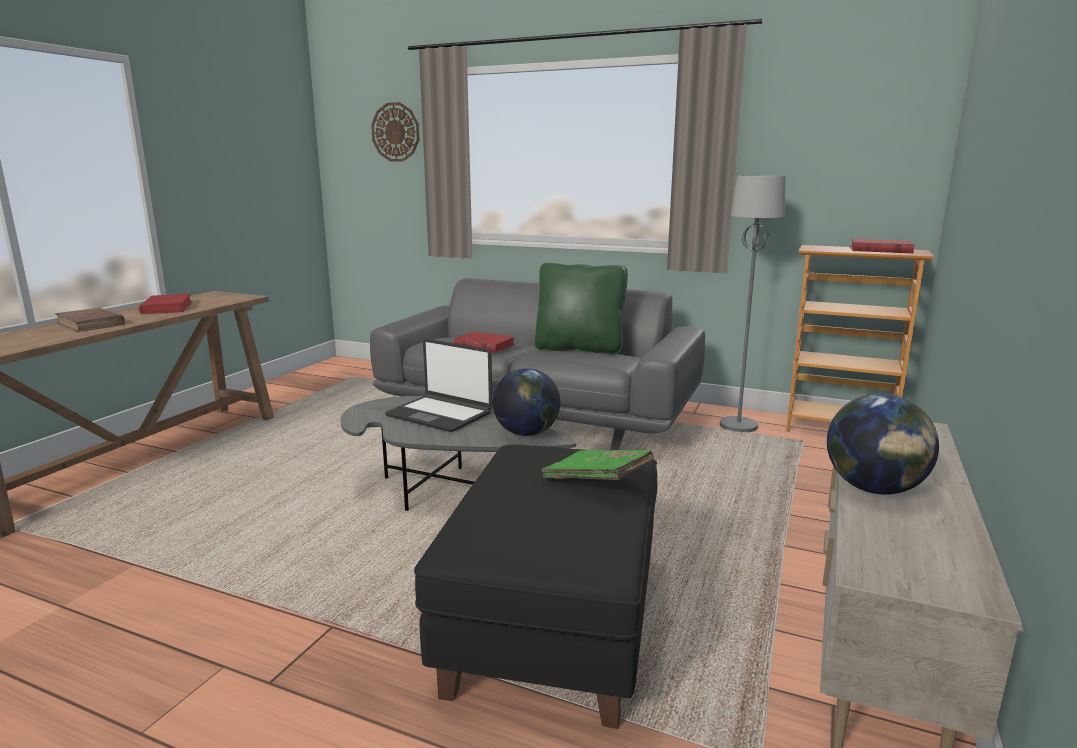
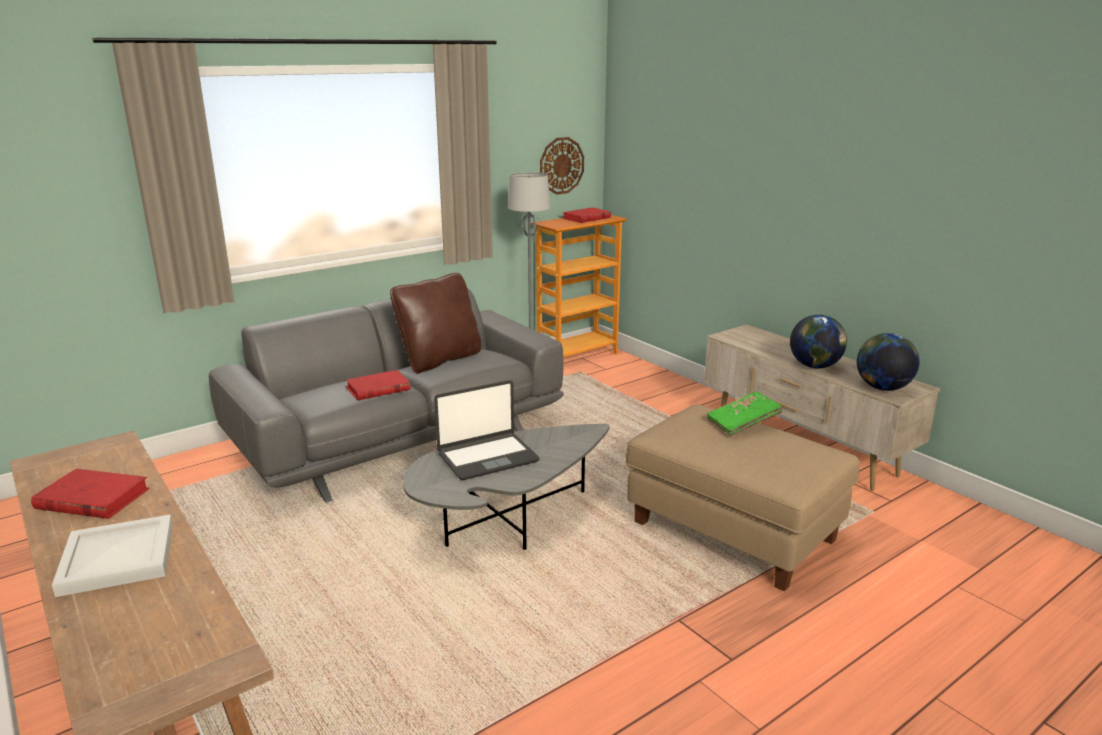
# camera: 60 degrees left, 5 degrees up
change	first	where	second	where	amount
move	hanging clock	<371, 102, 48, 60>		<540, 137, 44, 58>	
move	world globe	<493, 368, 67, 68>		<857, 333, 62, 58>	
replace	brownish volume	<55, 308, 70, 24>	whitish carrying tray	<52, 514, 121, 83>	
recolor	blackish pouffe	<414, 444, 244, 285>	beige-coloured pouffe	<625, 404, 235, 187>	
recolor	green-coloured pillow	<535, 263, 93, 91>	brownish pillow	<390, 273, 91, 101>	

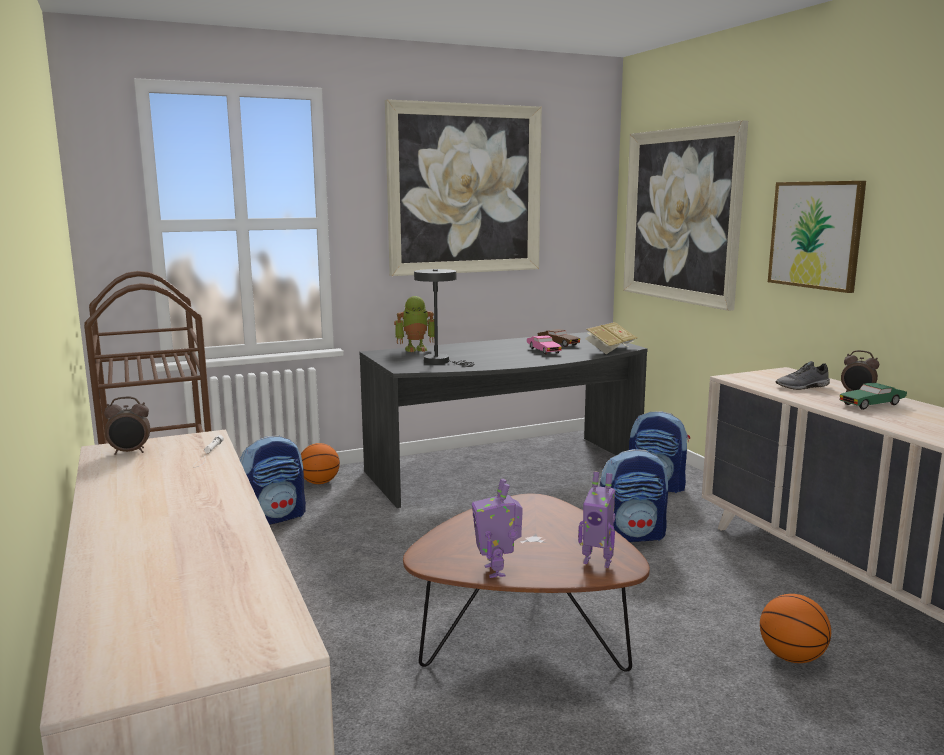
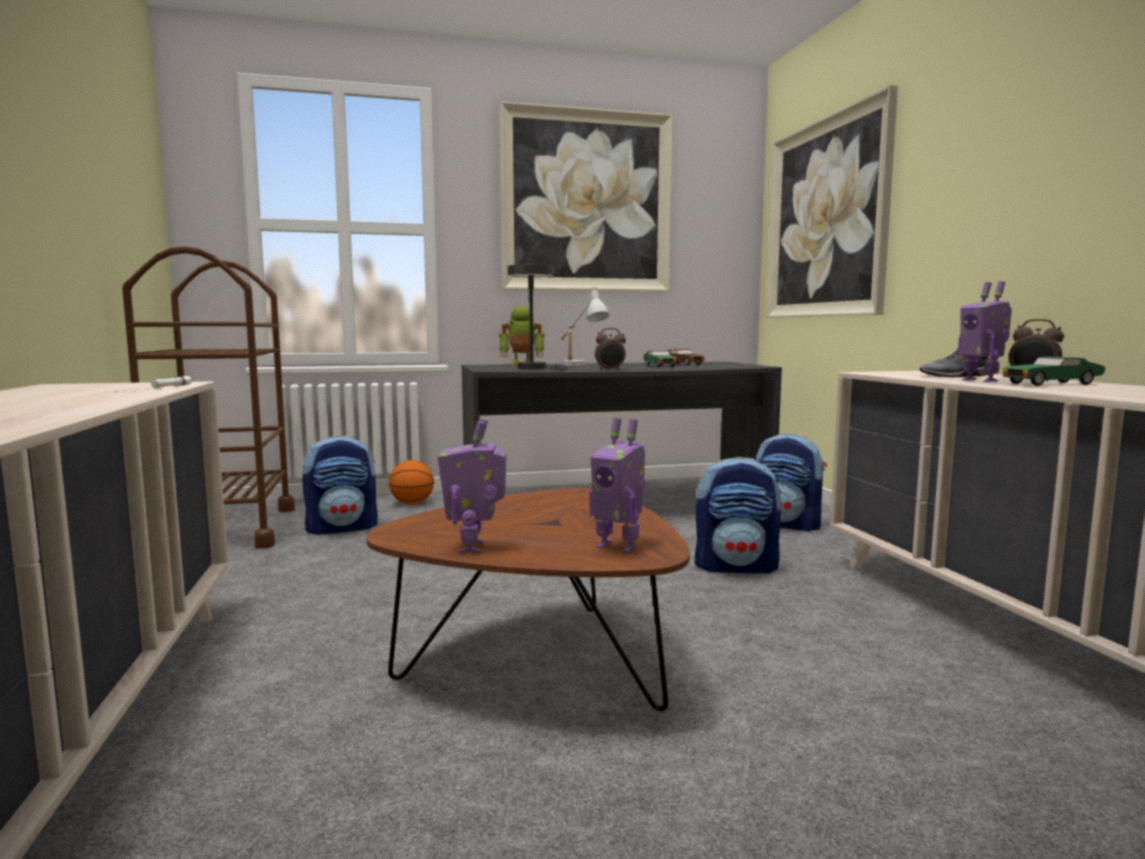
# camera: 10 degrees right, 5 degrees down
change	first	where	second	where	amount
delete	volume	<585, 322, 52, 32>			
delete	basketball ball	<760, 594, 71, 69>			
delete	picture	<768, 181, 98, 112>			
insert			whitish tabletop lamp	<561, 287, 49, 79>	
insert			robot figure	<958, 281, 54, 101>	
move	table clock	<104, 397, 46, 58>		<595, 328, 31, 43>	
recolor	pink-coloured toy car	<527, 336, 35, 19>	green-coloured toy car	<643, 350, 34, 18>	

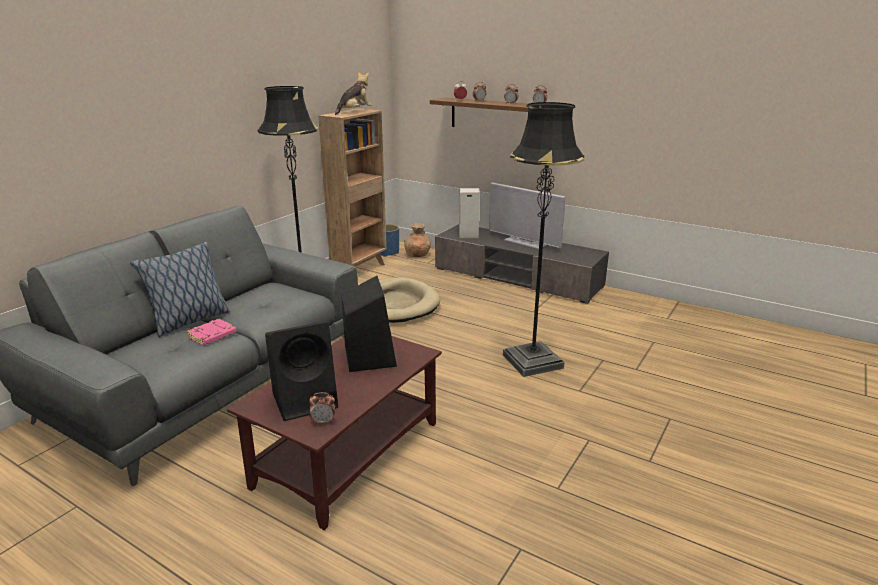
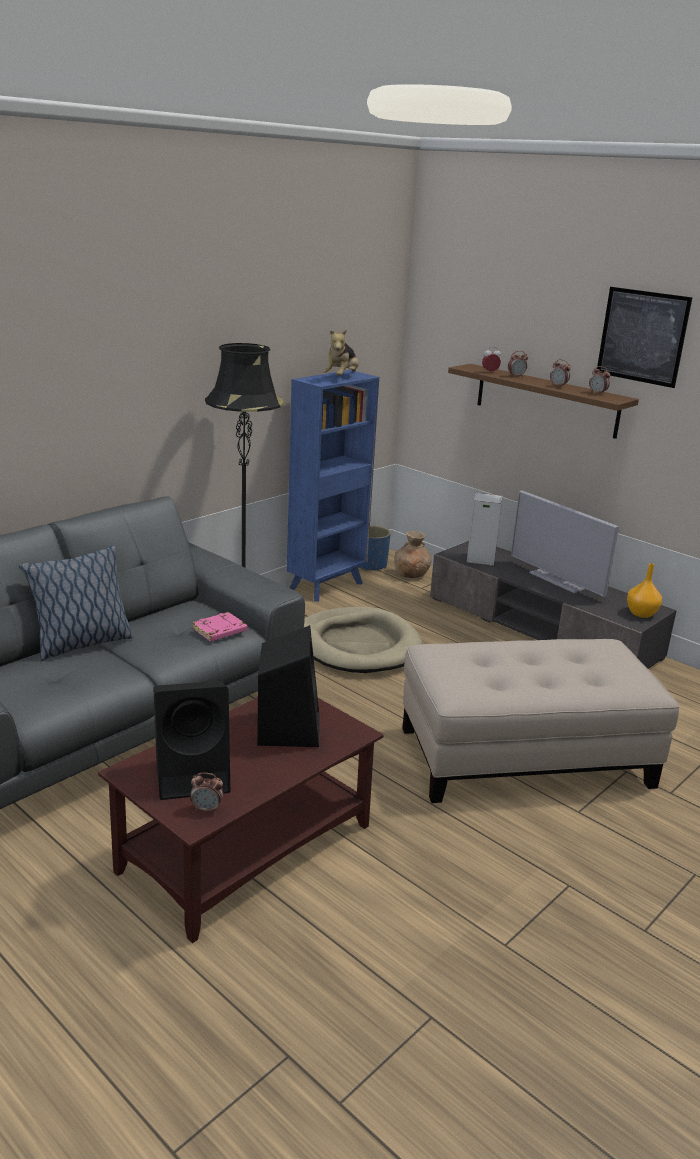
# camera: 10 degrees right, 0 degrees up
change	first	where	second	where	amount
insert			picture	<597, 287, 96, 101>	
insert			orangey decorative vase	<627, 563, 35, 55>	
move	pink-coloured volume	<186, 319, 51, 26>		<192, 612, 55, 29>	
replace	blackish standing lamp	<503, 102, 81, 275>	beige-coloured pouffe	<402, 639, 278, 164>	
recolor	brownish bookcase	<318, 108, 69, 160>	blue bookcase	<287, 370, 92, 232>	
rotate	soft toy	<335, 72, 37, 43>		<322, 329, 37, 47>	150 degrees clockwise

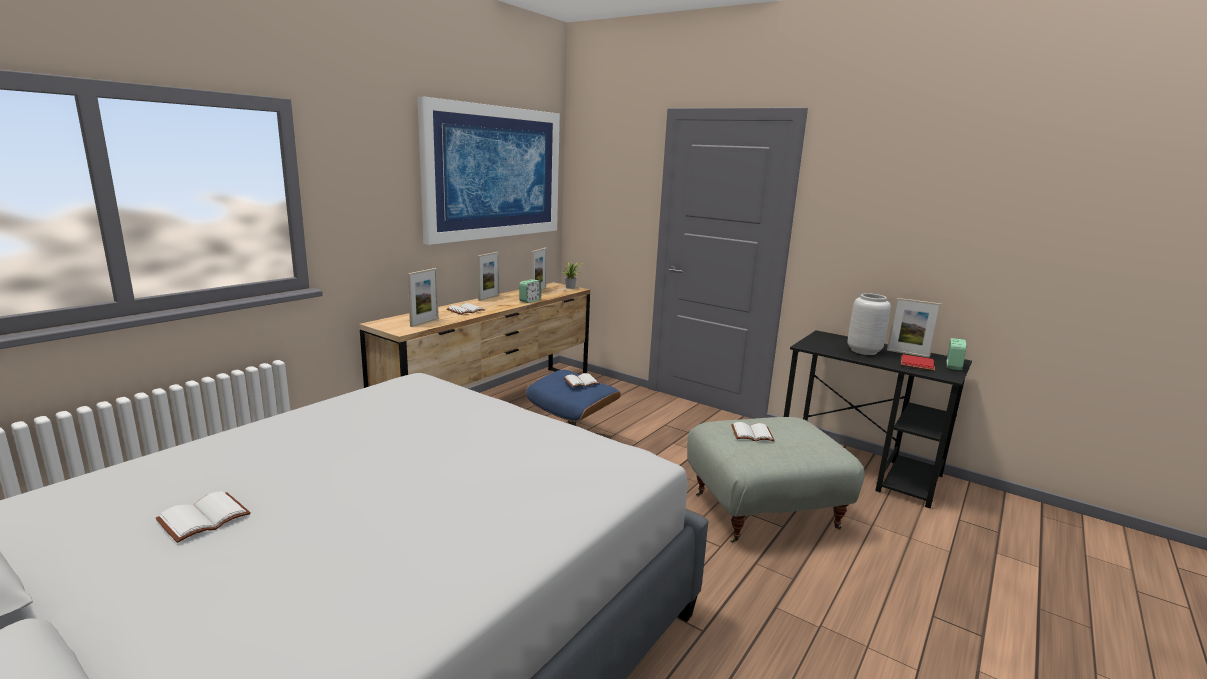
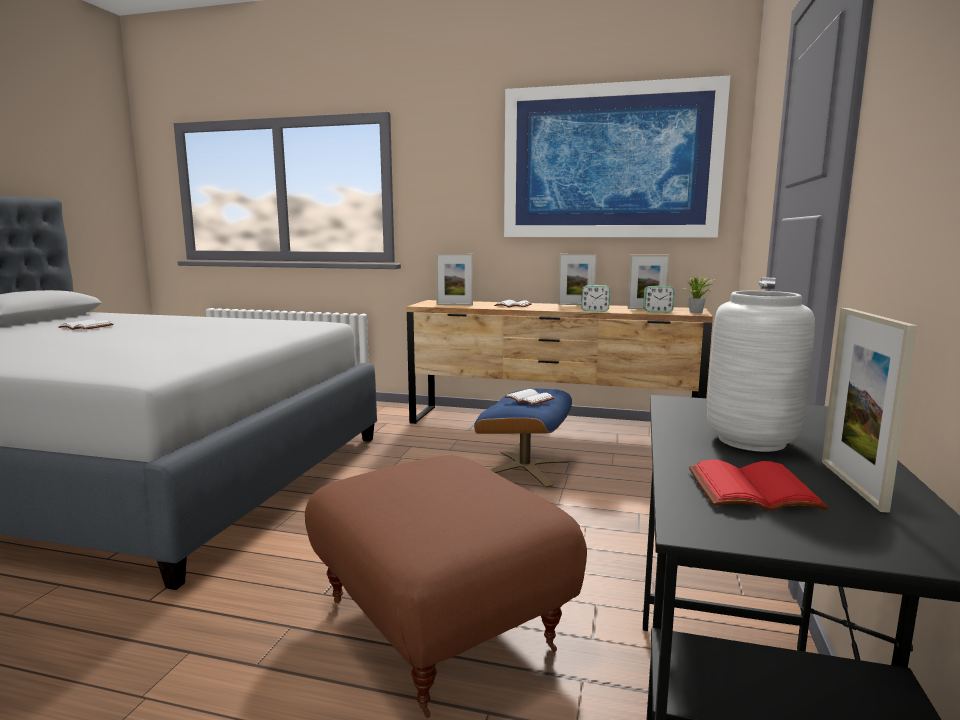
# camera: 70 degrees right, 5 degrees down
change	first	where	second	where	amount
delete	whitish volume	<731, 422, 44, 19>			
move	table clock	<946, 338, 21, 32>		<643, 286, 32, 27>	
recolor	greyish pouffe	<687, 417, 178, 126>	brownish pouffe	<305, 455, 282, 263>	

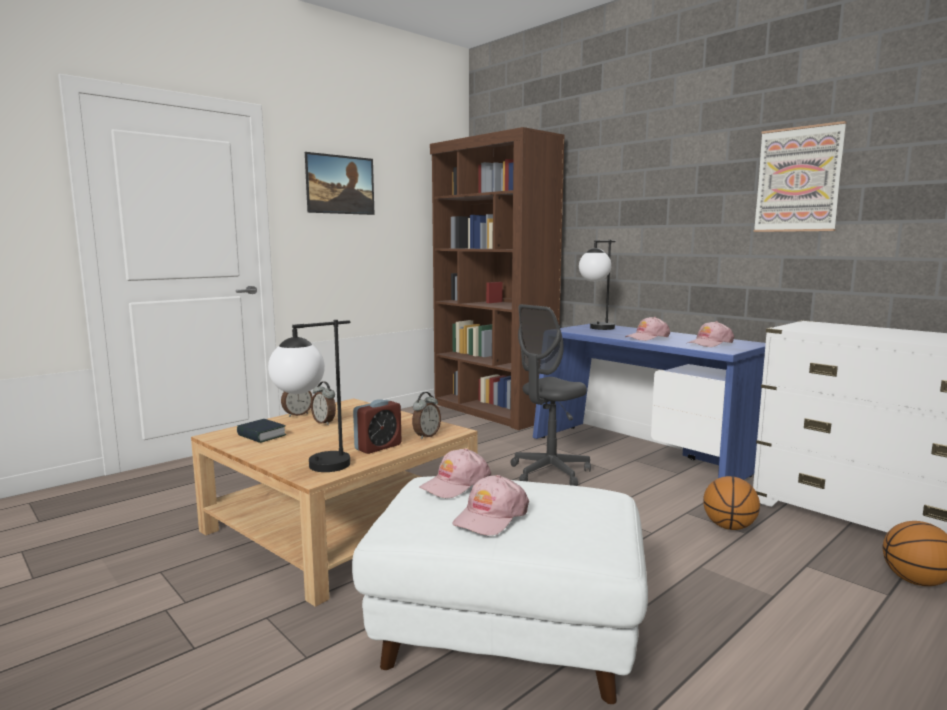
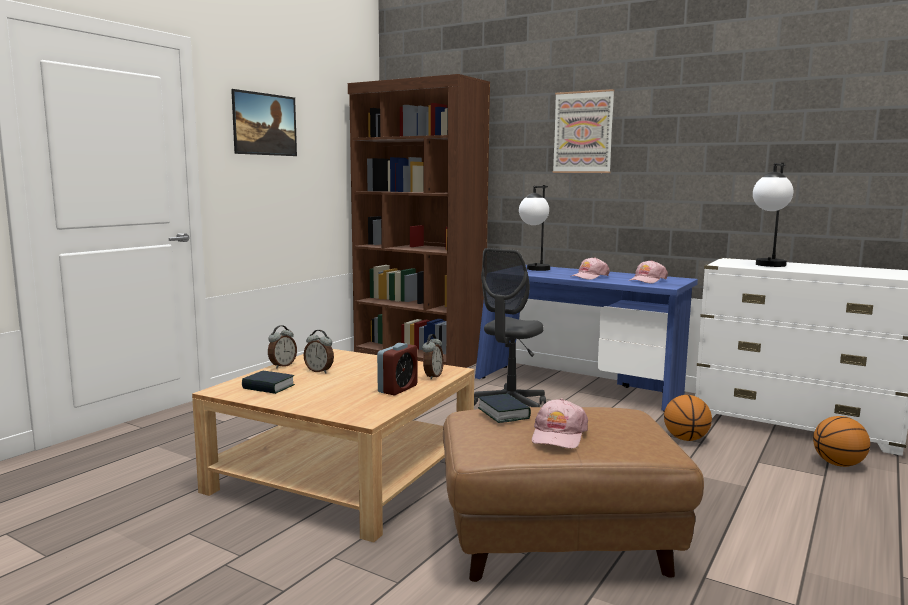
# camera: 15 degrees left, 0 degrees up
change	first	where	second	where	amount
move	tabletop lamp	<268, 320, 82, 152>		<753, 163, 40, 104>	
move	picture	<753, 121, 93, 111>		<553, 89, 61, 84>	
replace	pink-coloured baseball cap	<419, 448, 72, 50>	volume	<478, 393, 53, 30>	
recolor	whitish pouffe	<352, 476, 296, 228>	brownish pouffe	<443, 407, 261, 175>	

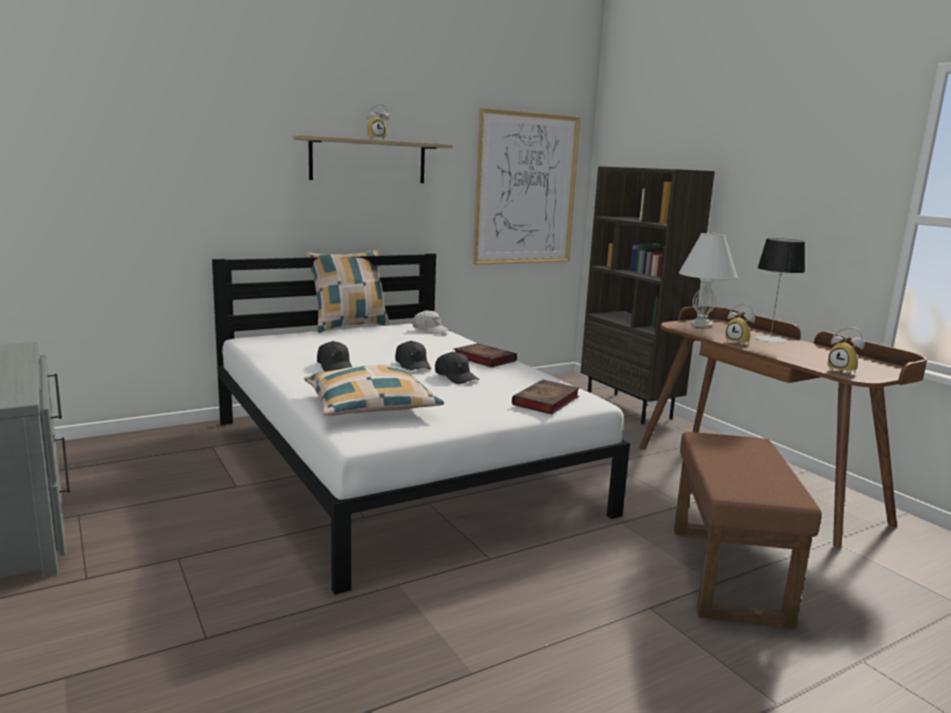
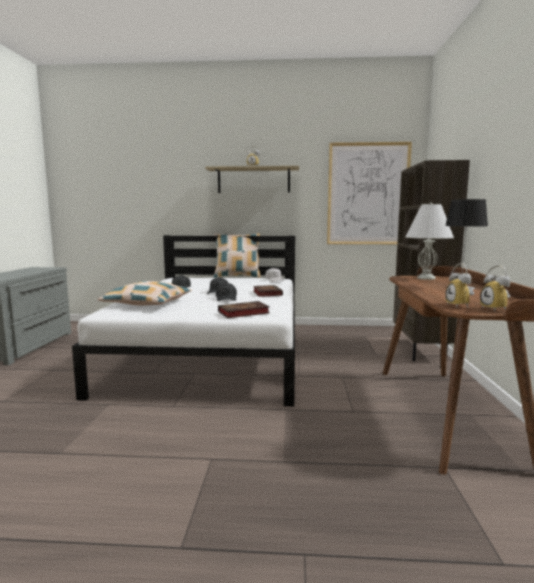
# camera: 35 degrees right, 5 degrees down
change	first	where	second	where	amount
delete	brownish pouffe	<674, 432, 148, 197>			
move	table clock	<725, 304, 30, 41>		<480, 265, 31, 47>	

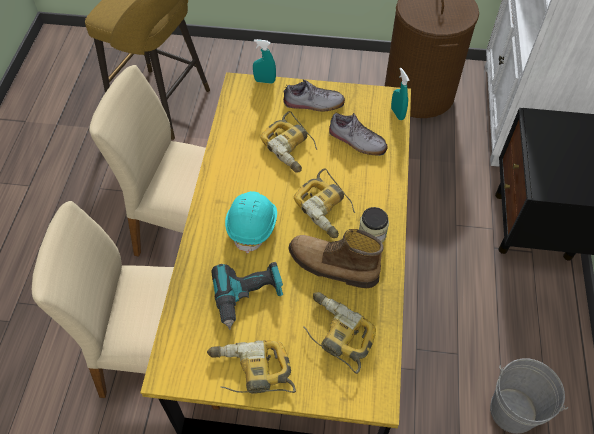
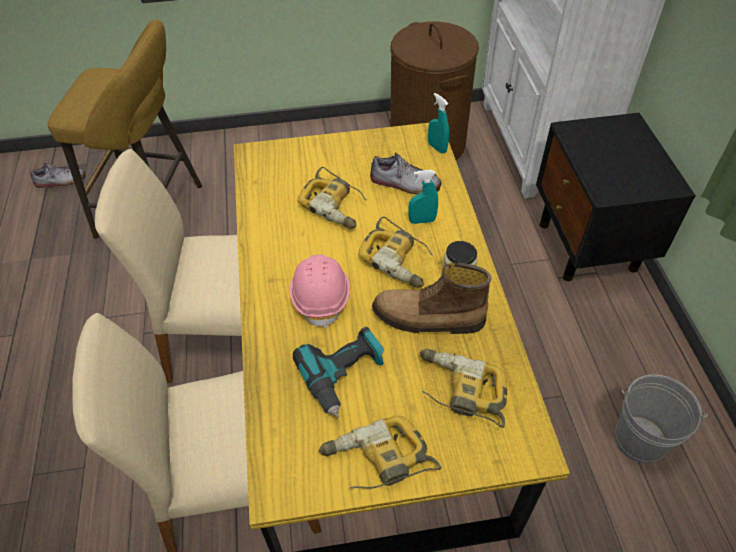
# camera: 15 degrees left, 5 degrees down
change	first	where	second	where	amount
move	turquoise spray bottle	<253, 39, 23, 45>		<408, 170, 30, 54>	
move	item of footwear	<283, 79, 62, 33>		<30, 162, 56, 26>	
recolor	turquoise safety helmet	<225, 191, 52, 63>	pink-coloured safety helmet	<290, 255, 60, 74>	

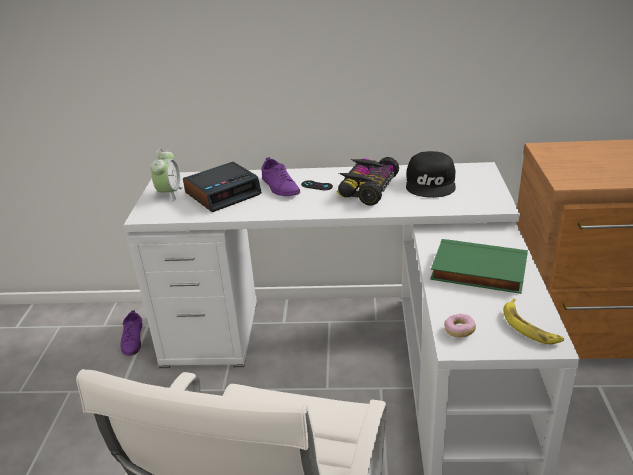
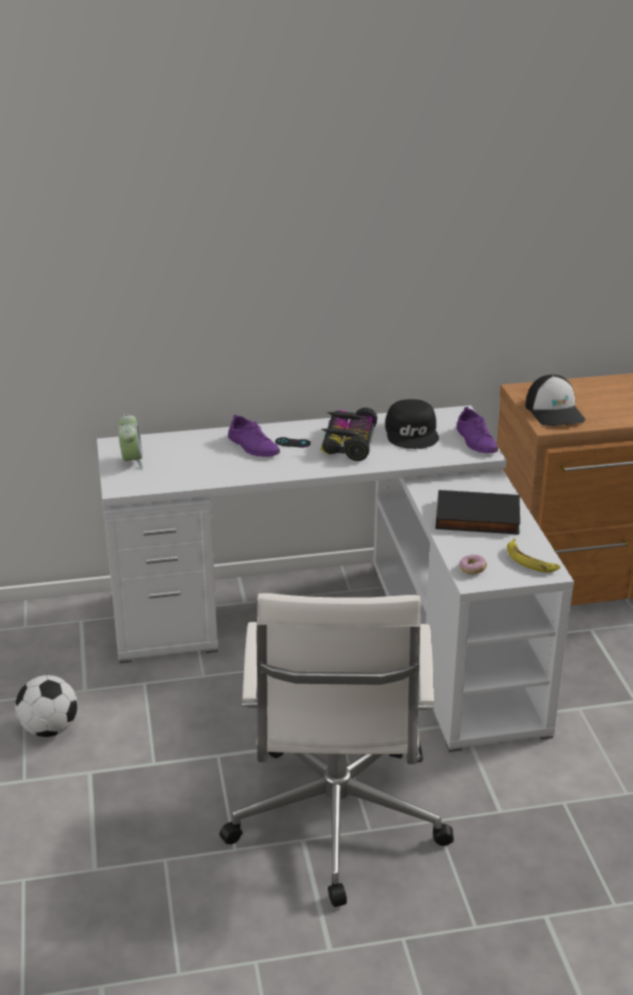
# camera: 15 degrees left, 0 degrees up
change	first	where	second	where	amount
delete	table clock	<183, 162, 79, 50>			
insert			football ball	<15, 675, 63, 62>	
insert			baseball cap	<525, 375, 61, 51>	
move	purple item of footwear	<120, 310, 22, 46>		<457, 407, 41, 46>	
recolor	green-coloured volume	<430, 239, 98, 55>	blackish volume	<435, 490, 85, 44>	

